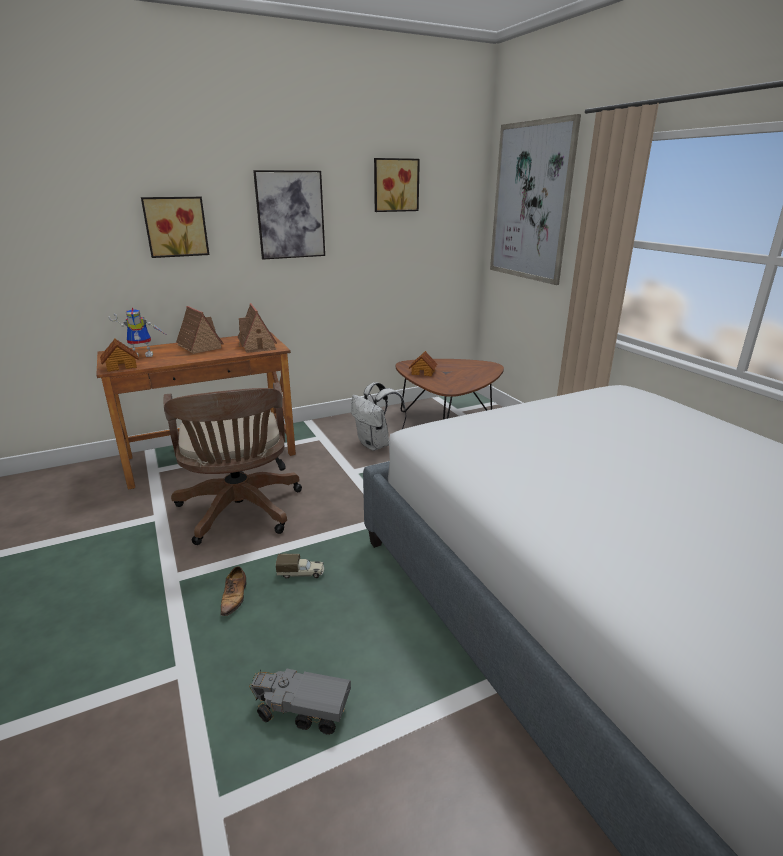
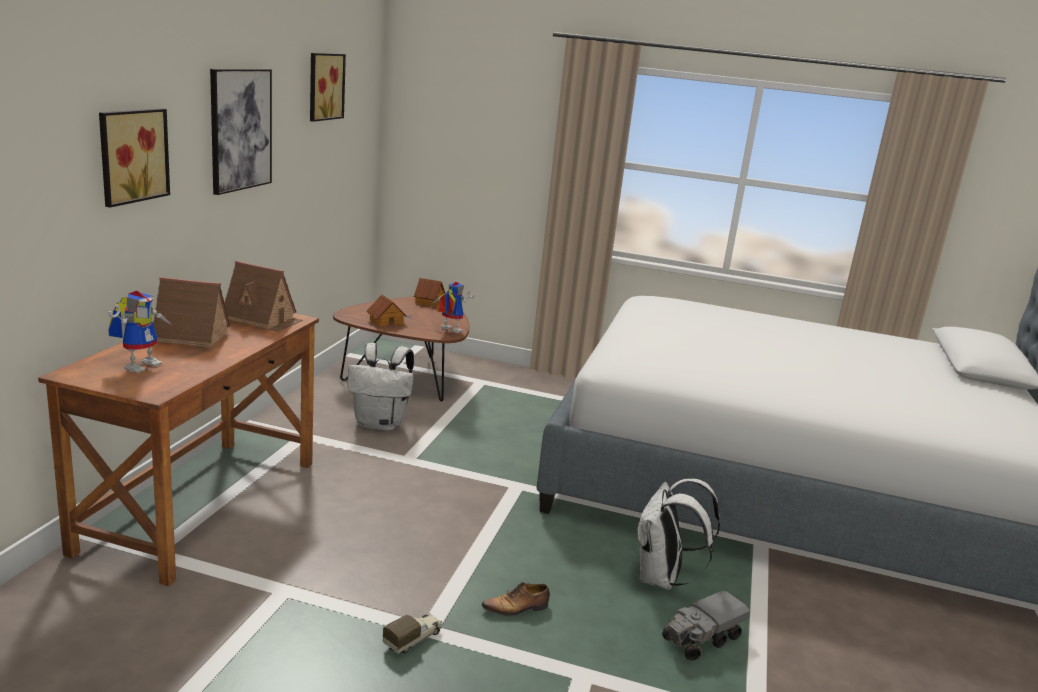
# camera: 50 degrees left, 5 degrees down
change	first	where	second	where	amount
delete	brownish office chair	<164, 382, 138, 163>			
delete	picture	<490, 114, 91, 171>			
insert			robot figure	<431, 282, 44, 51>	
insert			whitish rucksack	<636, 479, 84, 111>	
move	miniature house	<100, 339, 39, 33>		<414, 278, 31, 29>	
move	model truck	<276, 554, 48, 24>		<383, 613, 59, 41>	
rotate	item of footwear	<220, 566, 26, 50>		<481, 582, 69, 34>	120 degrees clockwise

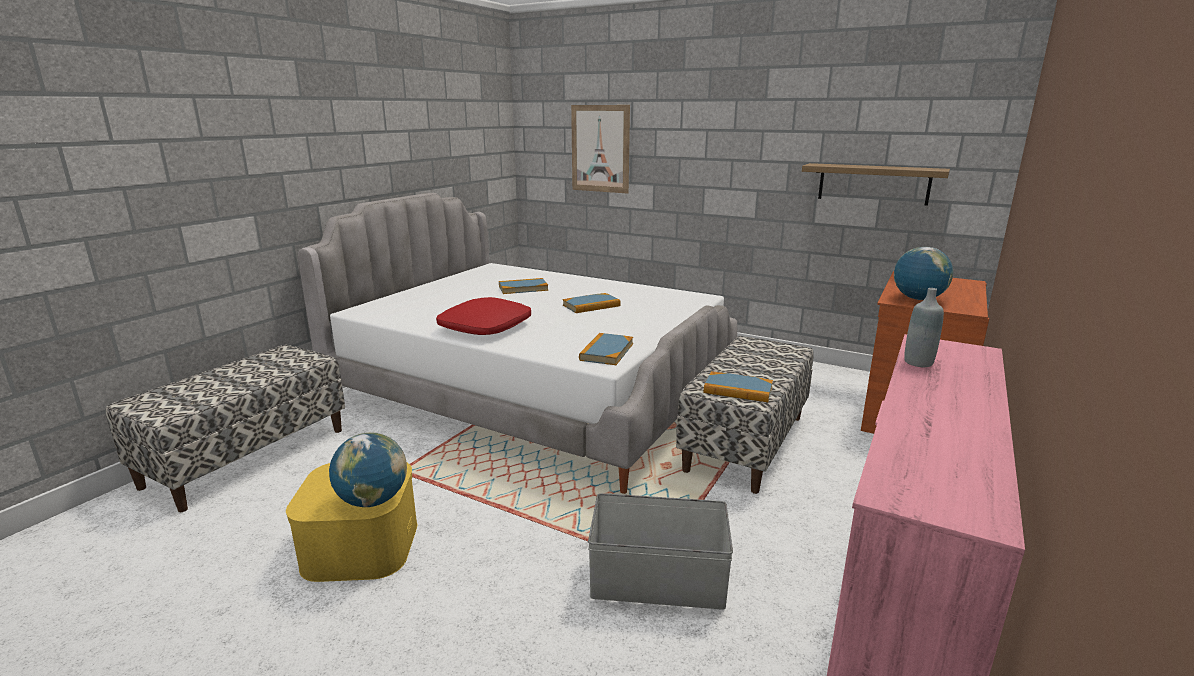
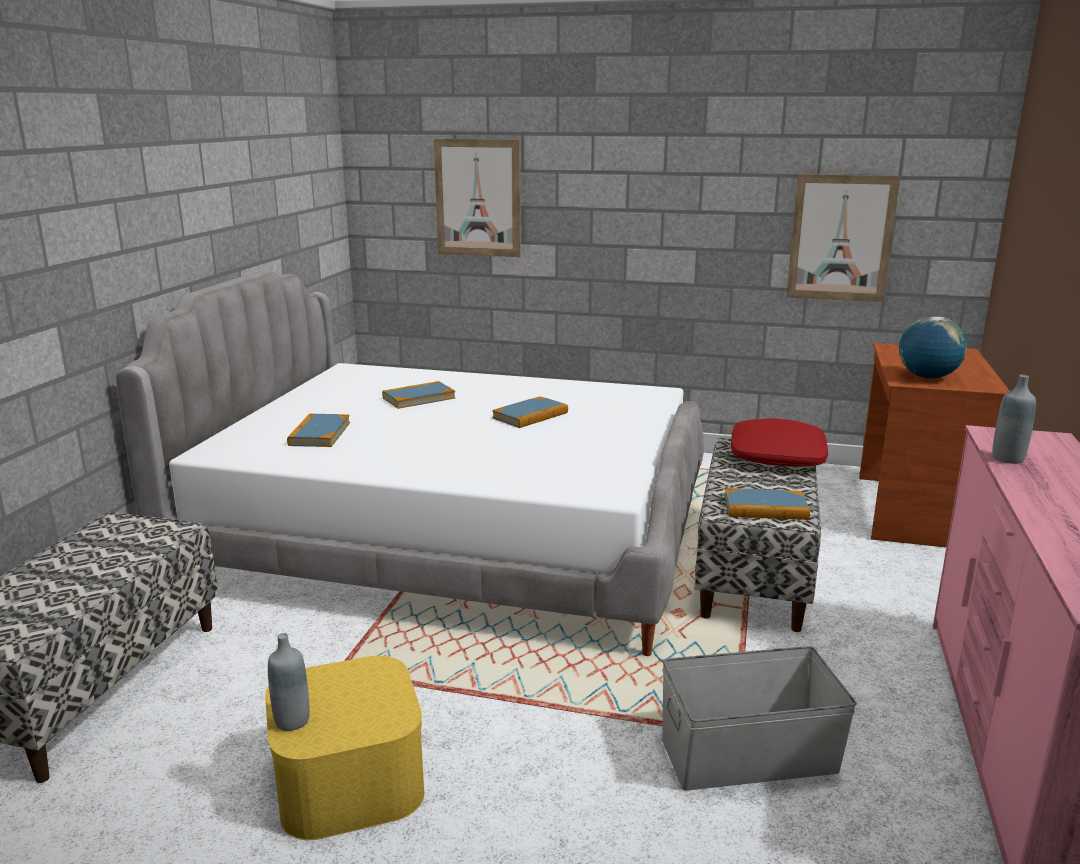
# camera: 15 degrees left, 0 degrees up
change	first	where	second	where	amount
delete	world globe	<329, 433, 78, 74>			
insert			greyish drink bottle	<268, 633, 42, 98>	
move	red pillow	<436, 297, 95, 38>		<731, 418, 97, 49>	
move	volume	<579, 333, 54, 32>		<287, 414, 63, 33>	
replace	shelf	<802, 163, 148, 43>	picture	<786, 174, 115, 128>	

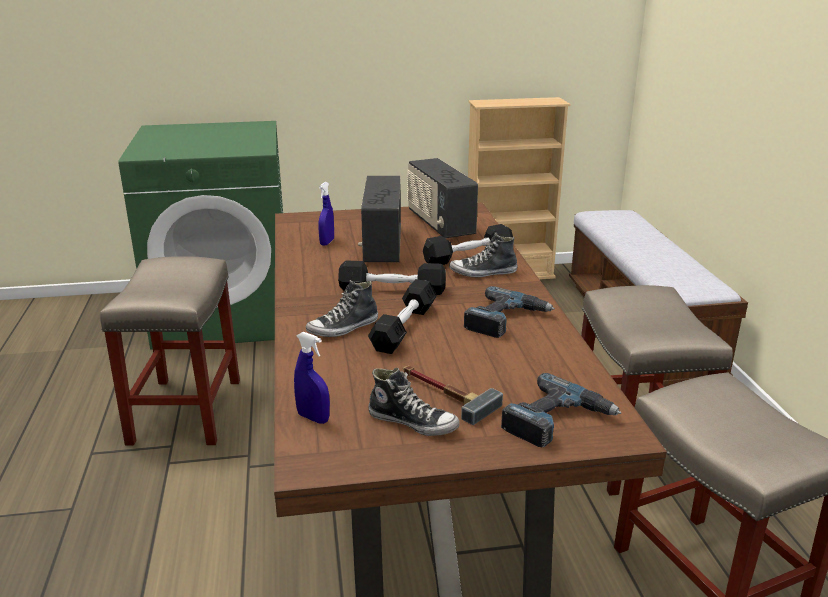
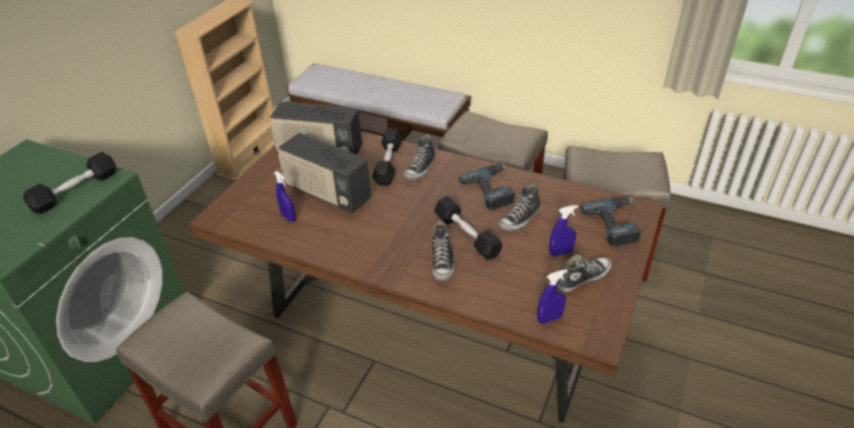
# camera: 55 degrees left, 15 degrees up
change	first	where	second	where	amount
insert			item of footwear	<499, 183, 42, 48>	
move	blackish dumbbell	<338, 260, 108, 35>		<23, 152, 93, 62>	
replace	tool hammer	<403, 365, 100, 60>	blue spray bottle	<549, 205, 29, 51>	

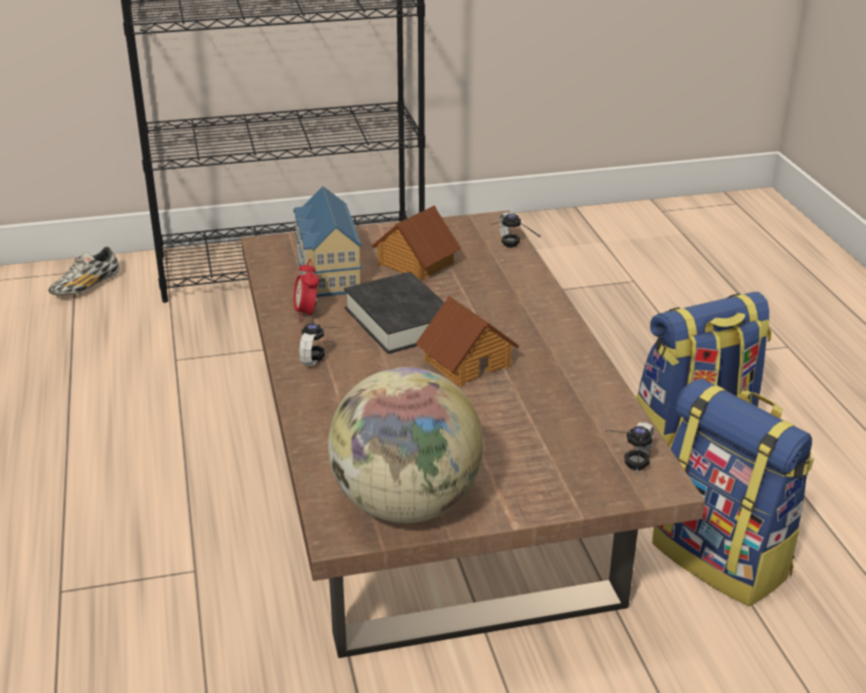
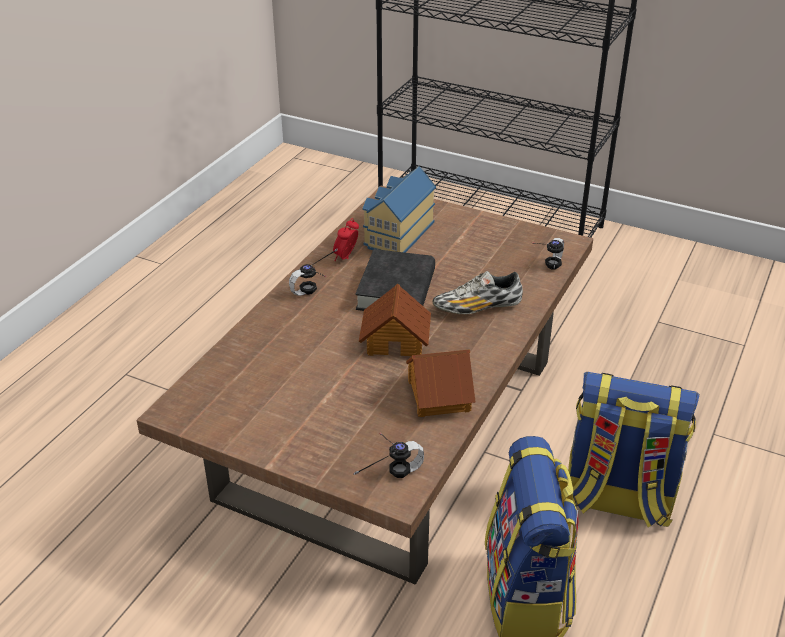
# camera: 40 degrees right, 5 degrees up
change	first	where	second	where	amount
delete	world globe	<328, 367, 155, 156>			
move	item of footwear	<48, 247, 72, 48>		<432, 271, 91, 43>	
move	miniature house	<372, 205, 89, 76>		<406, 349, 70, 68>	

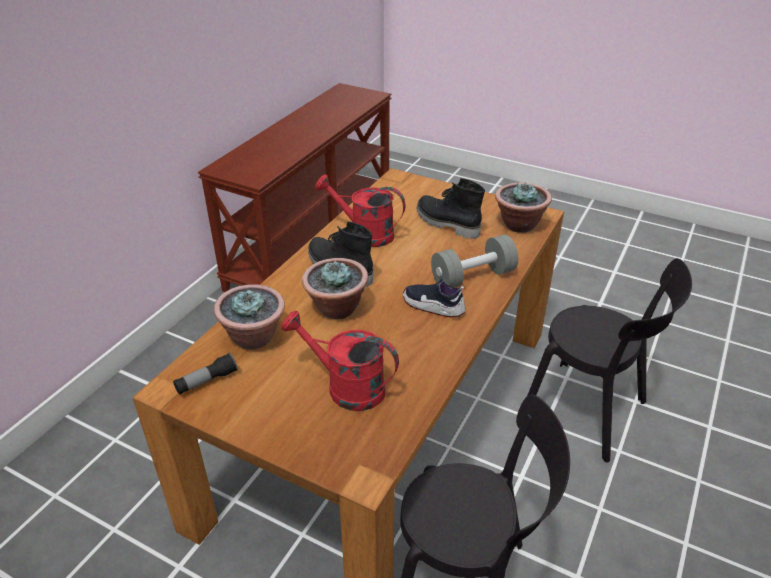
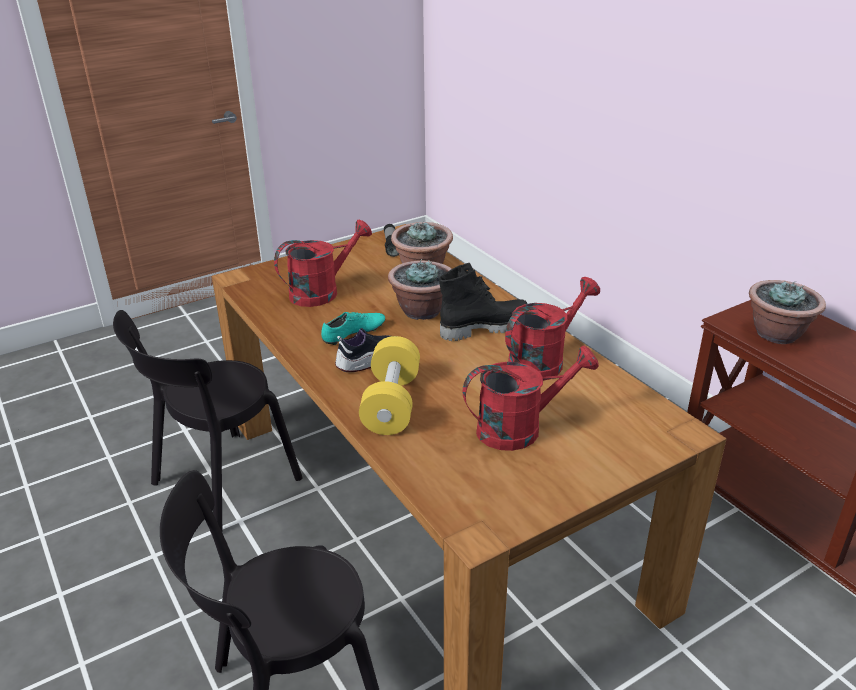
# camera: 120 degrees right, 5 degrees down
change	first	where	second	where	amount
insert			turquoise item of footwear	<321, 312, 64, 34>	
move	potted plant	<495, 182, 57, 51>		<749, 280, 77, 64>	
replace	blackish boot	<416, 178, 69, 61>	red watering can	<463, 346, 136, 105>	
recolor	greyish dumbbell	<431, 235, 87, 53>	yellowish dumbbell	<359, 336, 61, 99>	

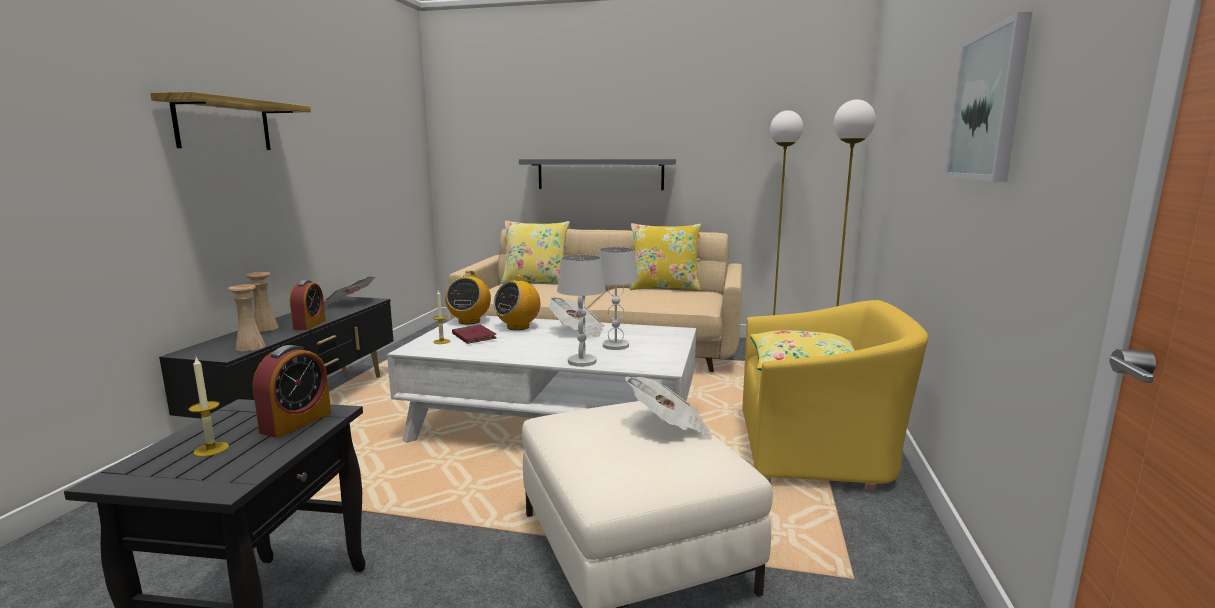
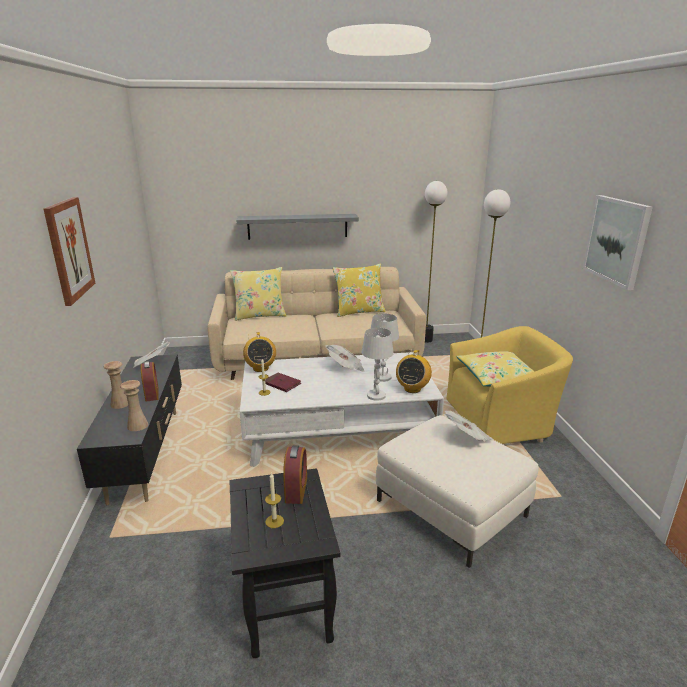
# camera: 20 degrees left, 10 degrees up
change	first	where	second	where	amount
move	radio	<493, 275, 47, 55>		<396, 350, 36, 43>	
replace	shelf	<150, 92, 161, 58>	picture	<43, 197, 52, 109>	

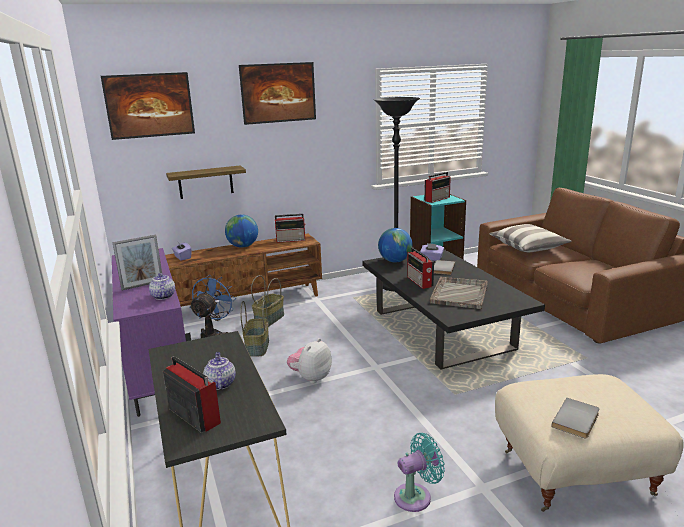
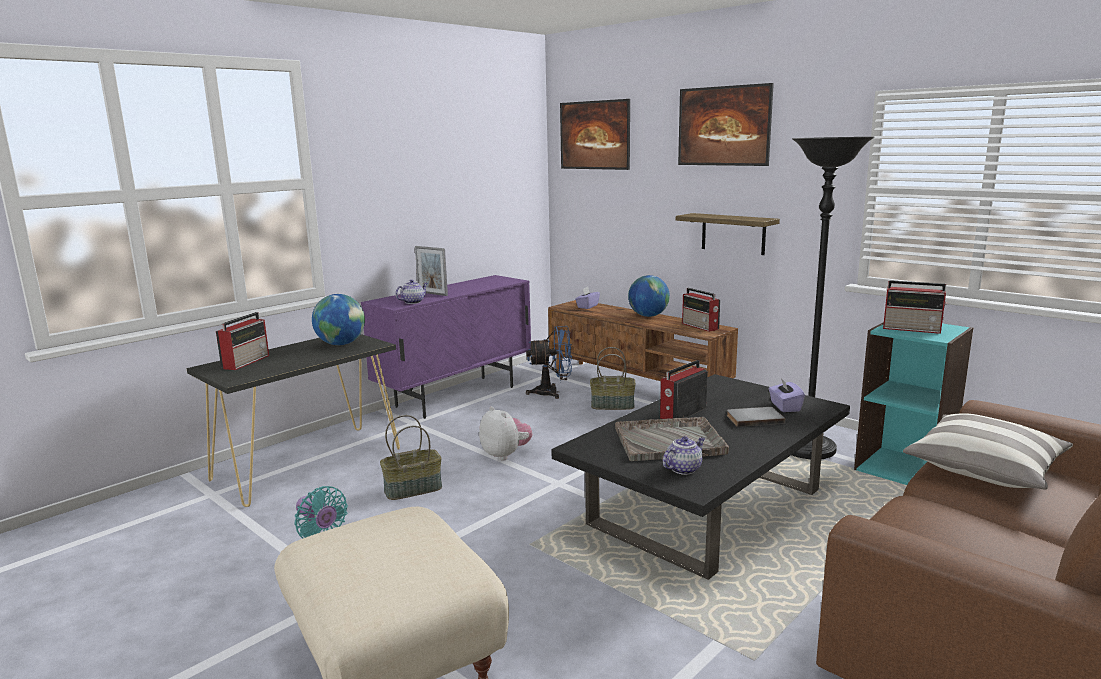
# camera: 65 degrees right, 5 degrees down
change	first	where	second	where	amount
delete	greyish volume	<552, 398, 47, 41>			
move	shelf	<166, 165, 80, 34>		<676, 213, 104, 42>	
move	pot for tea	<203, 352, 33, 38>		<663, 436, 42, 39>	
move	storage basket	<240, 300, 29, 57>		<380, 415, 62, 85>	
move	world globe	<378, 228, 35, 34>		<312, 294, 53, 51>	
rotate	soft toy	<287, 338, 45, 46>		<479, 406, 53, 55>	45 degrees clockwise

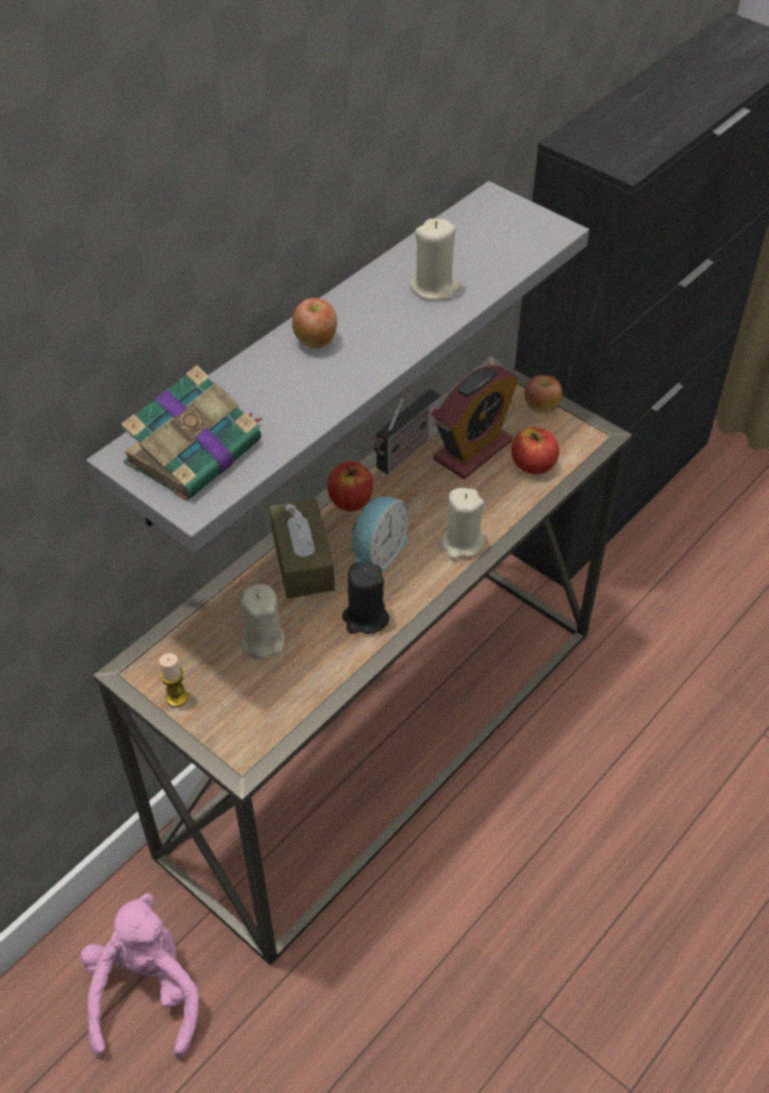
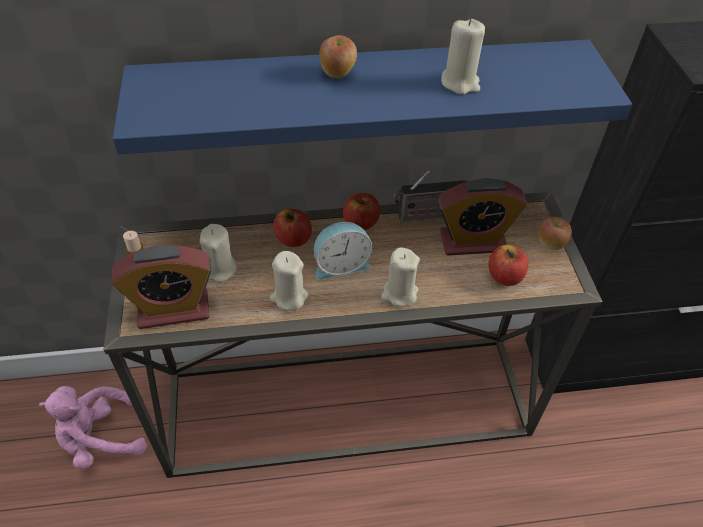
# camera: 40 degrees right, 0 degrees up
change	first	where	second	where	amount
delete	volume	<121, 365, 141, 136>			
insert			table clock	<112, 245, 99, 84>	
replace	brownish tissue box	<269, 499, 66, 99>	whole apple	<274, 209, 38, 38>	
recolor	greyish shelf	<86, 181, 503, 372>	blue shelf	<112, 40, 520, 115>	
recolor	blackish candle	<342, 562, 47, 72>	beige-coloured candle	<270, 251, 39, 60>	
rotate	pink-coloured soft toy	<80, 893, 119, 165>		<39, 386, 108, 83>	150 degrees counterclockwise

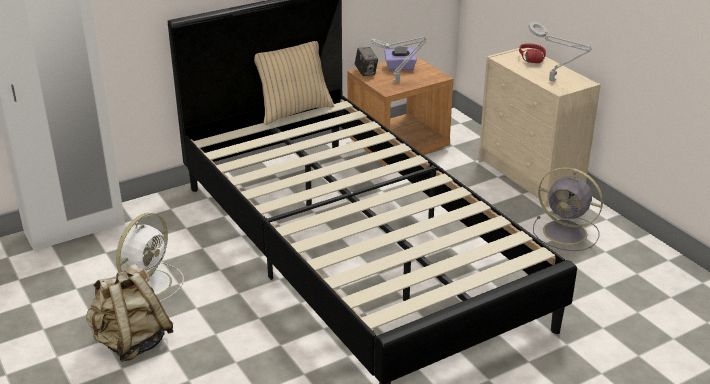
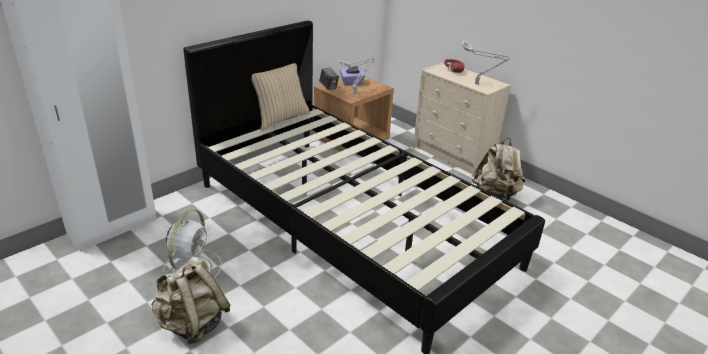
# camera: 15 degrees left, 0 degrees up
change	first	where	second	where	amount
replace	greyish cooling fan	<533, 167, 70, 84>	beige-coloured rucksack	<472, 138, 53, 63>	

